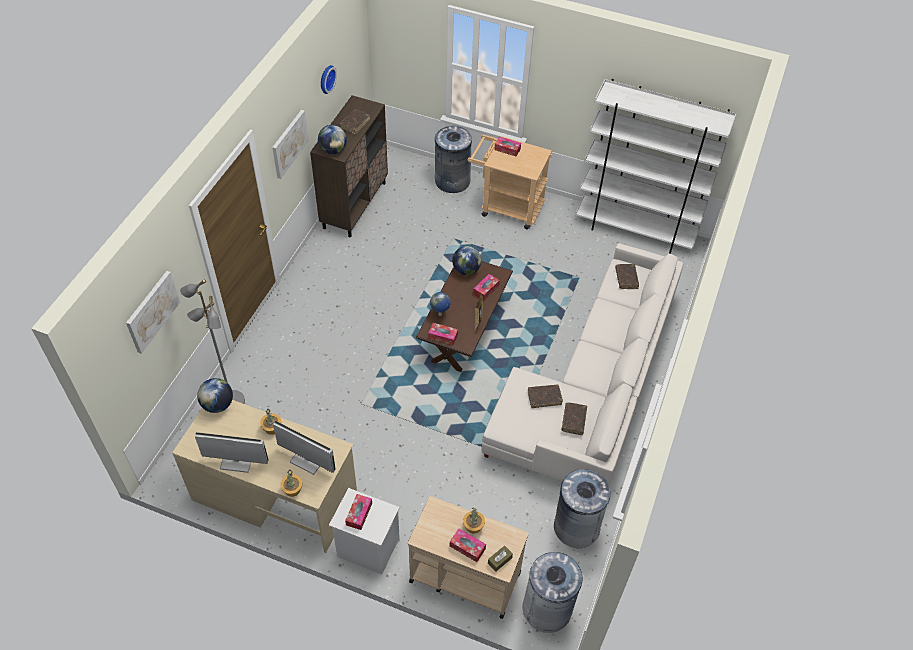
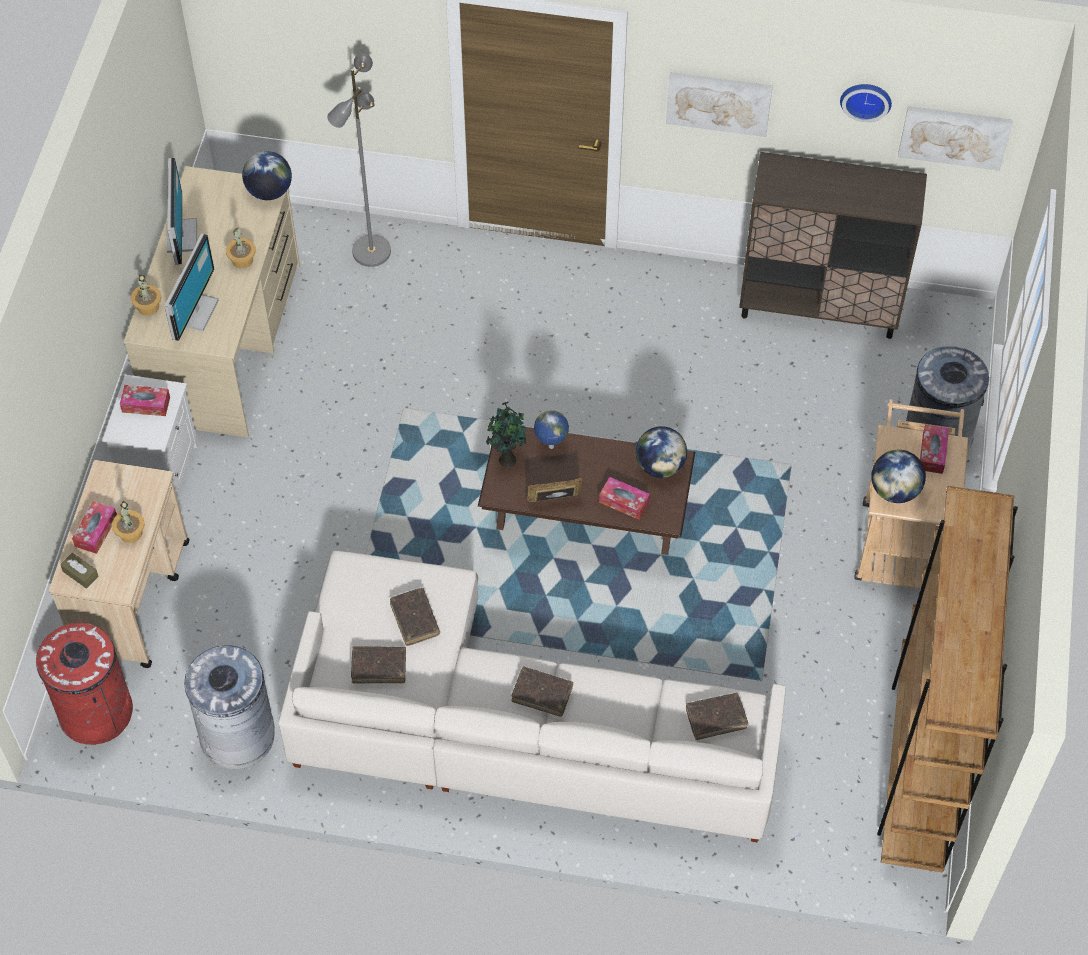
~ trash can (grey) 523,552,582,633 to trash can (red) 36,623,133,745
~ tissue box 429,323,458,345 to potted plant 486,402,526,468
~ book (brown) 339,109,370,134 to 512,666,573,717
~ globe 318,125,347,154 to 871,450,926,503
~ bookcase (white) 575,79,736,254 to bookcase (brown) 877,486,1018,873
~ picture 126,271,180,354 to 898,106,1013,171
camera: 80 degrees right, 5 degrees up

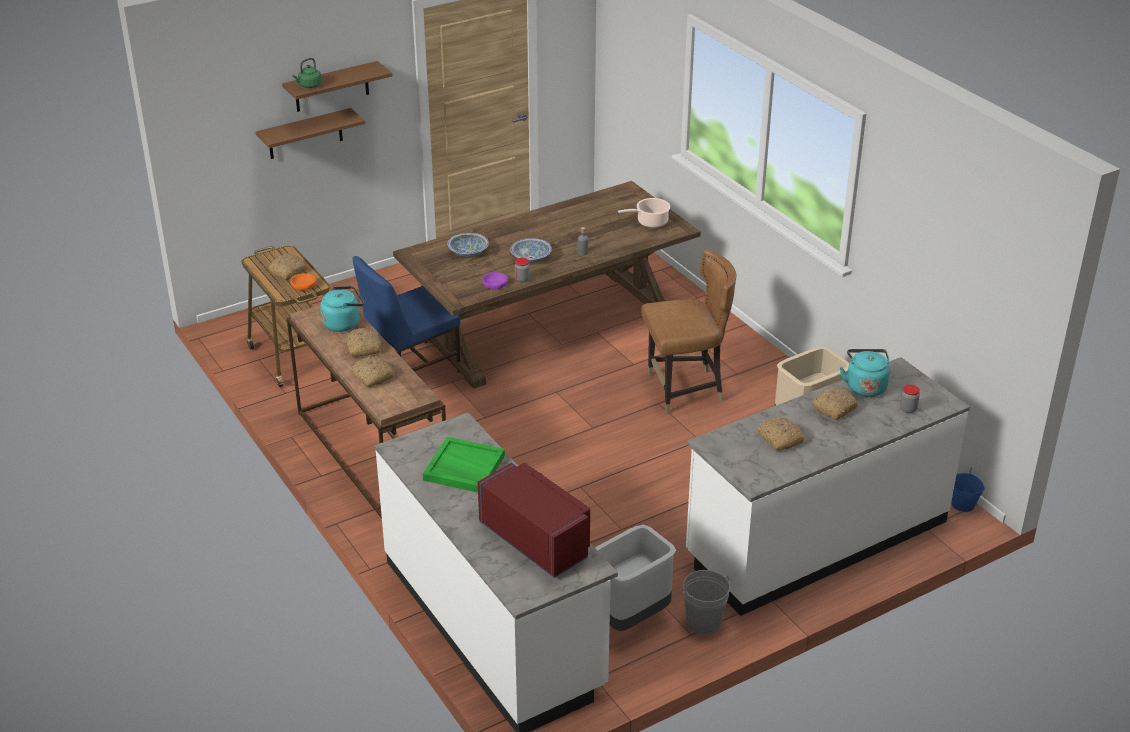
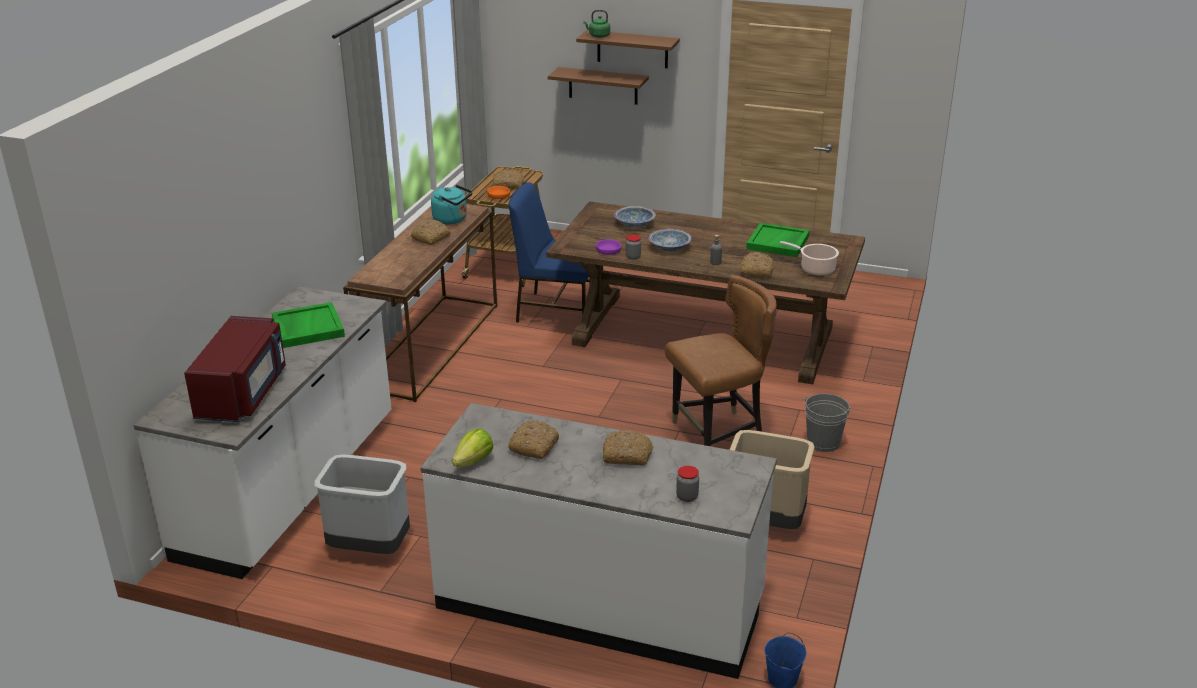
+ lettuce 452,428,493,467
~ chair (brown) 641,249,737,414 = 665,275,777,446 60 degrees counterclockwise
~ bread 351,356,394,387 to 741,252,773,277
+ tray (green) 746,223,810,257
~ bucket (grey) 683,570,732,634 to 803,393,851,452
- kettle (turquoise) 840,349,890,397
camera: 50 degrees right, 5 degrees down

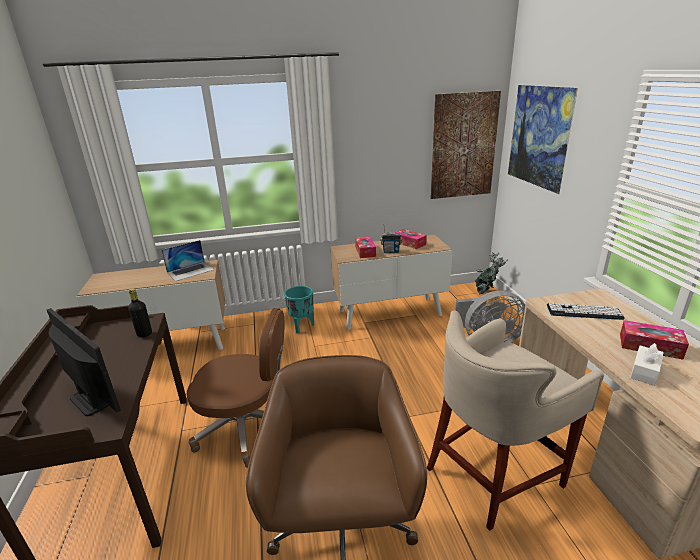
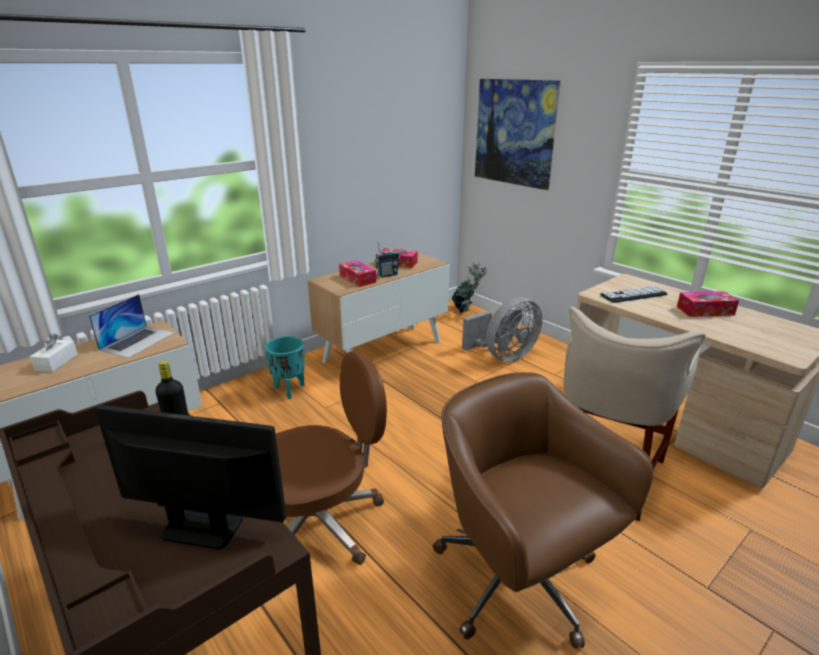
~ tissue box (white) 630,343,664,386 to 30,334,78,372
- picture 431,91,501,199
camera: 30 degrees left, 0 degrees up

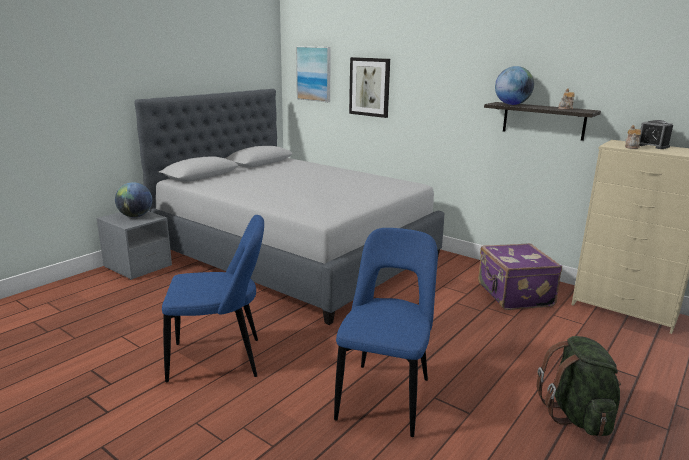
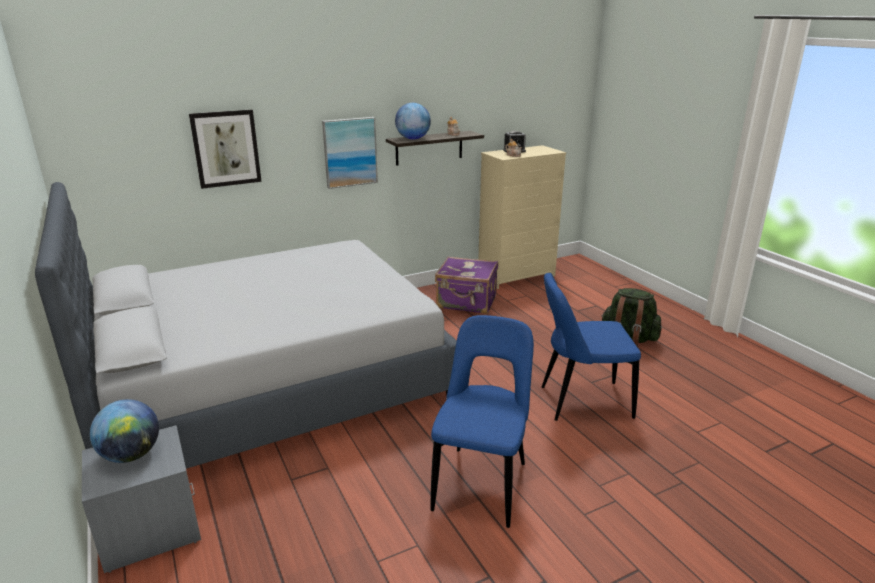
~ picture 296,46,331,102 to 322,117,378,189
~ chair (blue) 334,228,438,437 = 542,273,641,421 45 degrees counterclockwise
camera: 65 degrees left, 5 degrees up

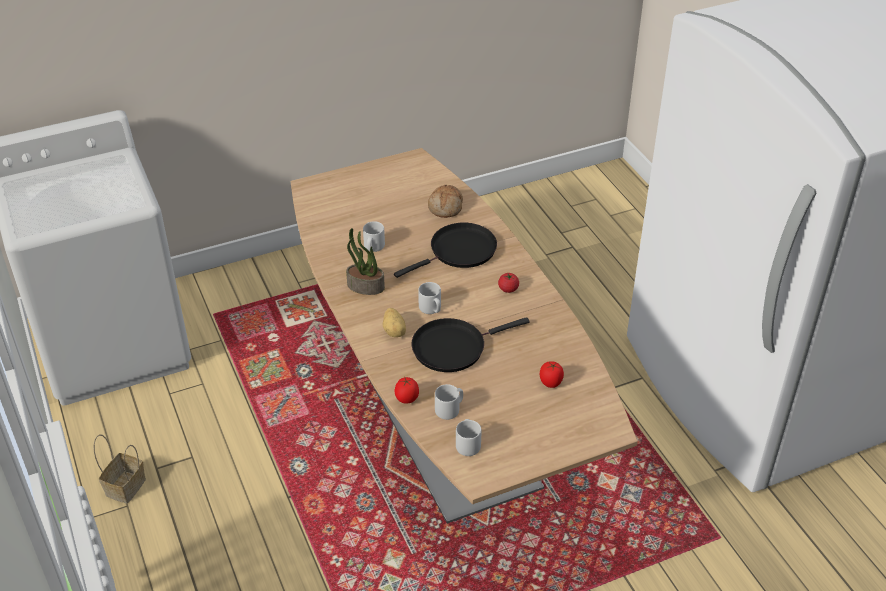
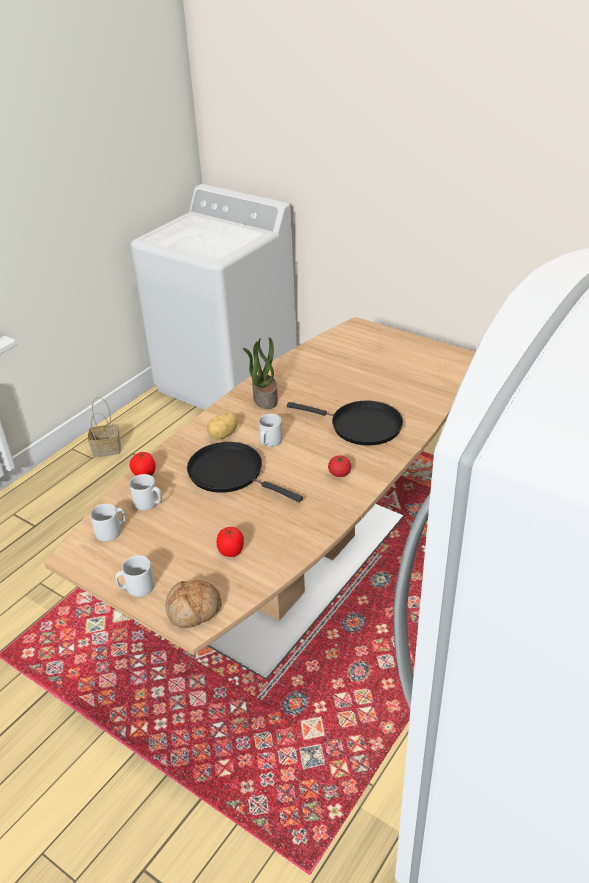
~ mug (grey) 363,221,385,252 to 115,556,155,597
~ bread 428,185,463,218 to 166,580,222,628
camera: 60 degrees right, 5 degrees down

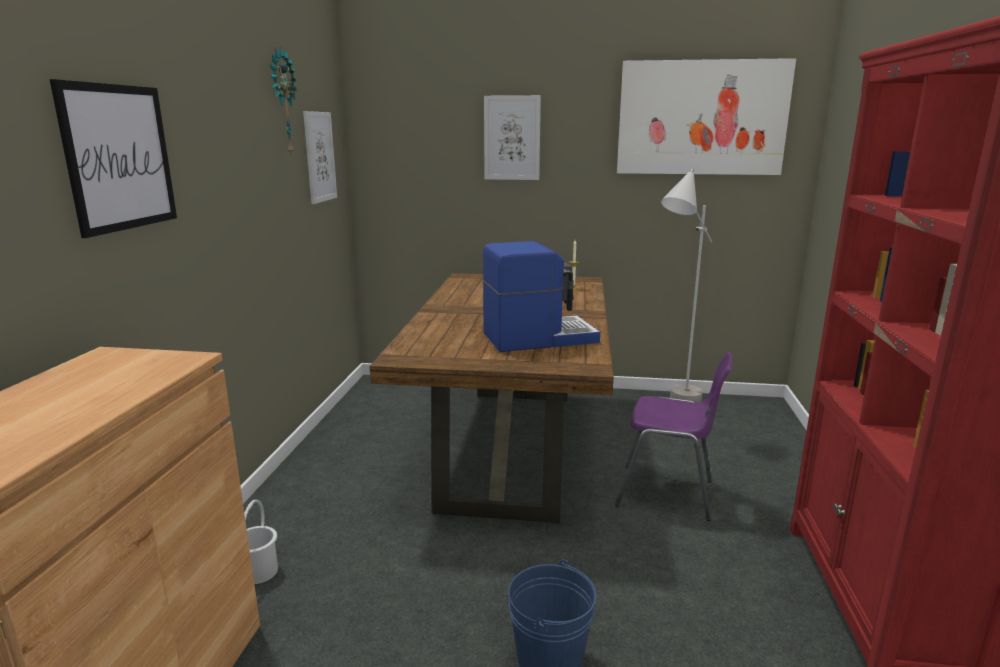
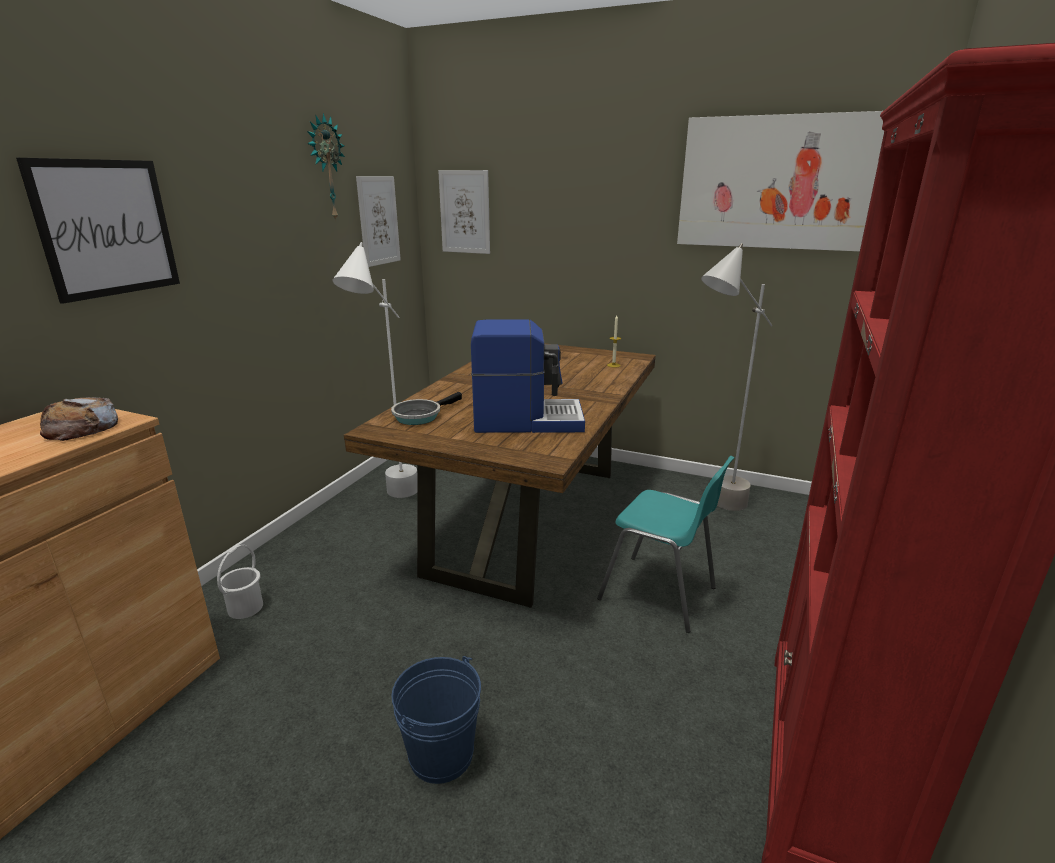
+ bread 40,397,118,441
+ floor lamp (white) 332,242,417,498
+ frying pan 391,392,462,425
~ picture 484,95,541,180 to 438,170,490,254
~ chair (purple) 615,352,732,521 to chair (turquoise) 597,456,735,633
camera: 15 degrees right, 5 degrees up

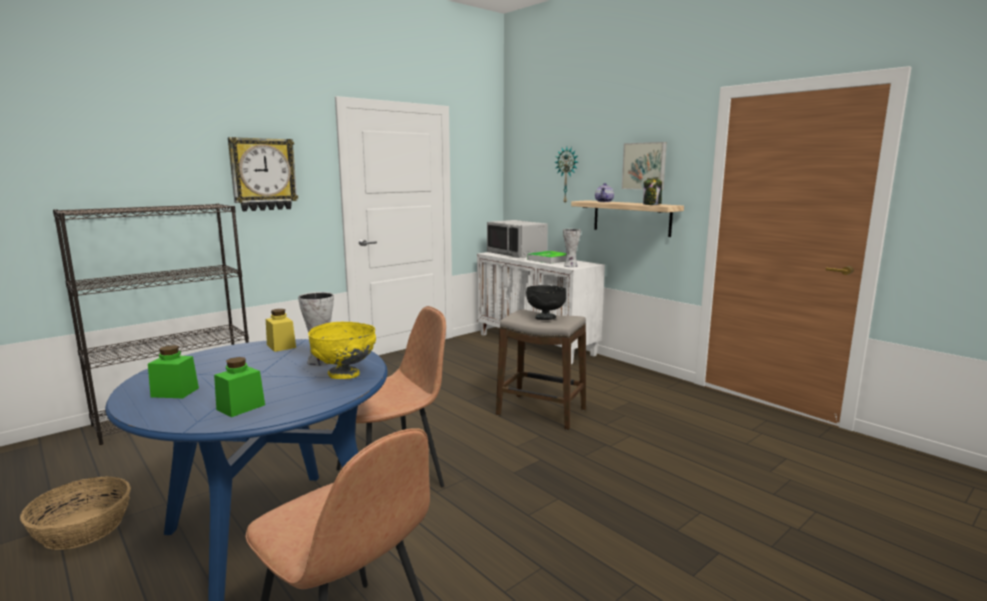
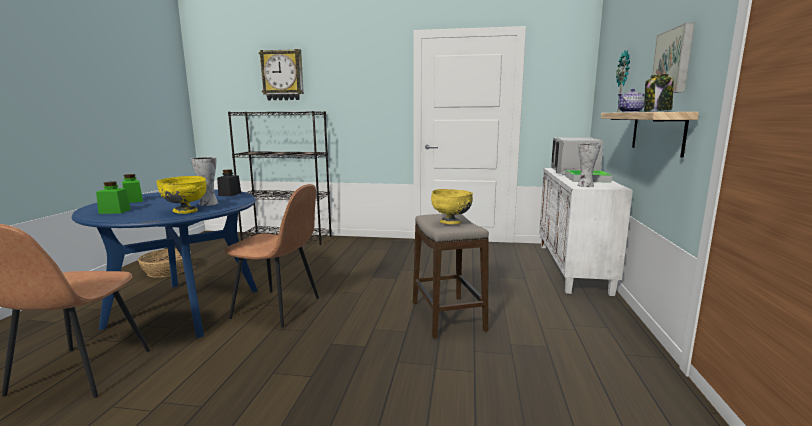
~ jar (yellow) 266,309,296,352 to jar (black) 217,169,241,196
~ wall clock 228,137,298,211 to 259,49,304,100
~ bowl (black) 526,285,566,320 to bowl (yellow) 431,189,473,224
camera: 50 degrees right, 0 degrees up

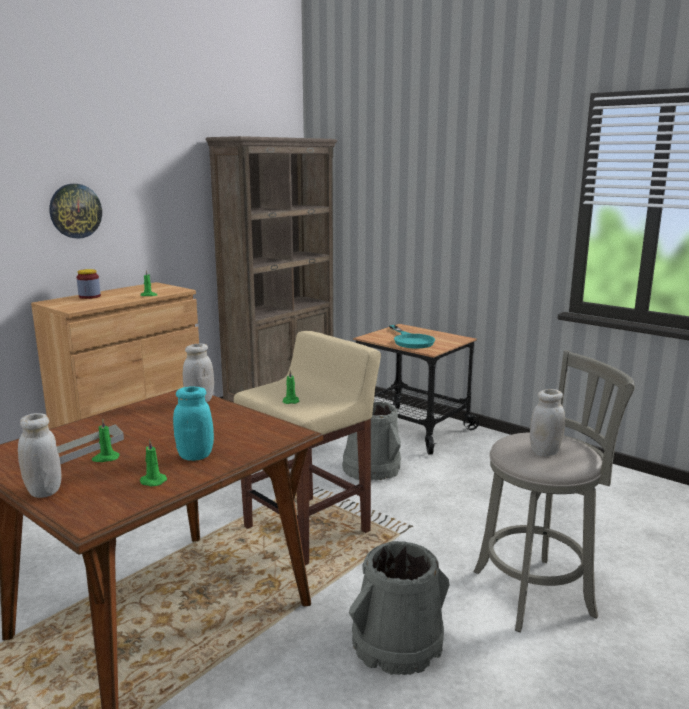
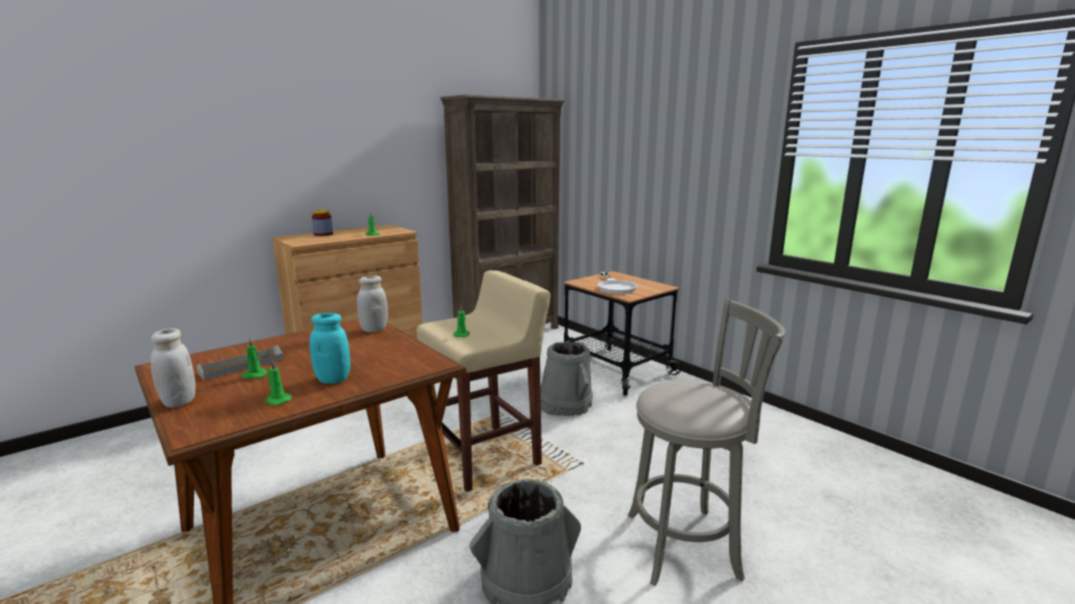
~ frying pan (turquoise) 389,325,435,349 to frying pan (white) 598,272,637,294
- wall clock 49,184,102,239
- jar (white) 530,389,565,456
camera: 10 degrees right, 0 degrees up

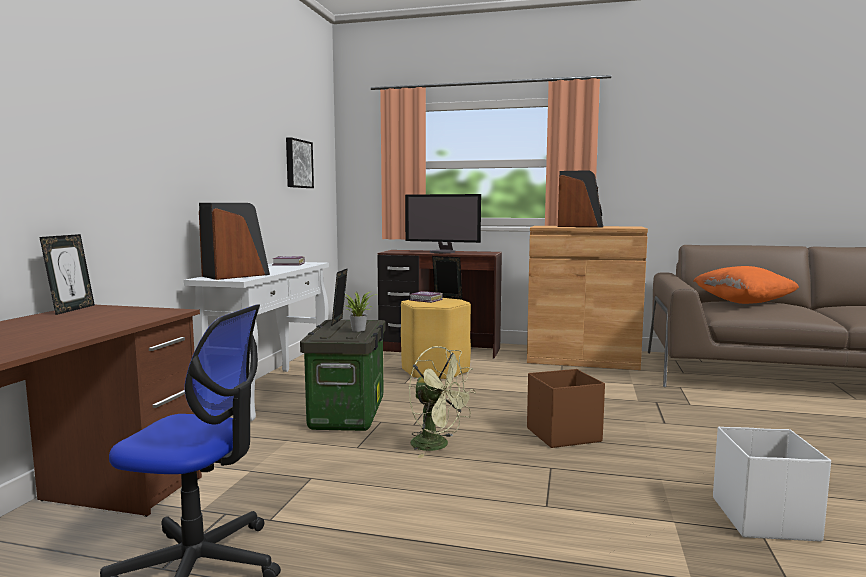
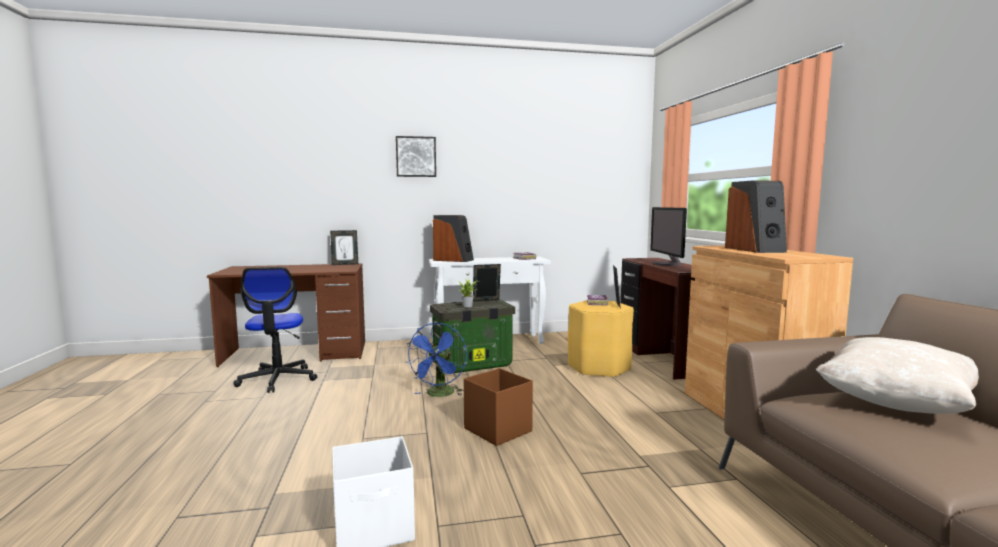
~ picture 286,137,314,188 to 396,136,436,177
~ fan (green) 409,346,476,458 to fan (blue) 406,322,467,397
~ pillow (orange) 693,266,799,304 to pillow (beige) 816,337,979,414
camera: 65 degrees right, 0 degrees up

